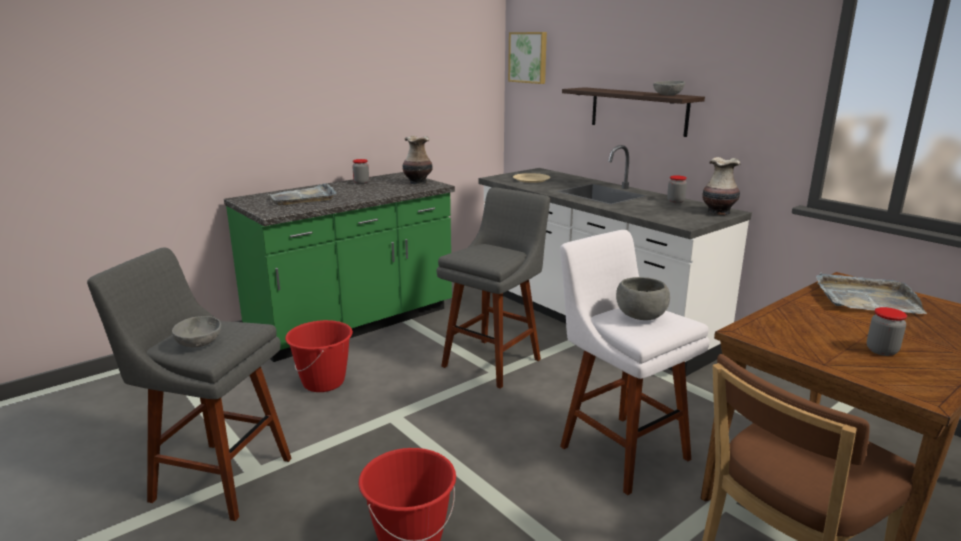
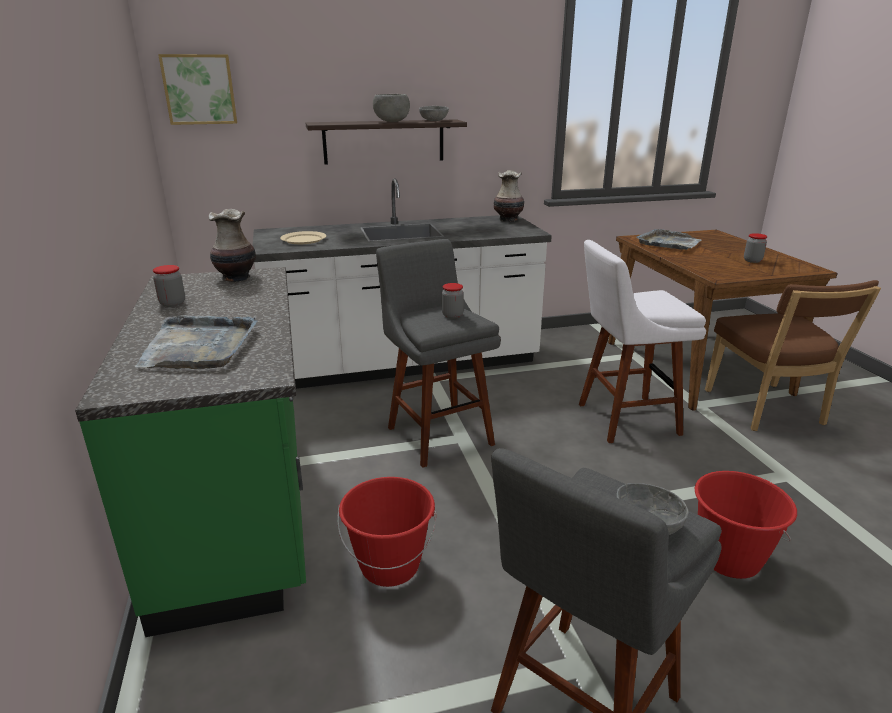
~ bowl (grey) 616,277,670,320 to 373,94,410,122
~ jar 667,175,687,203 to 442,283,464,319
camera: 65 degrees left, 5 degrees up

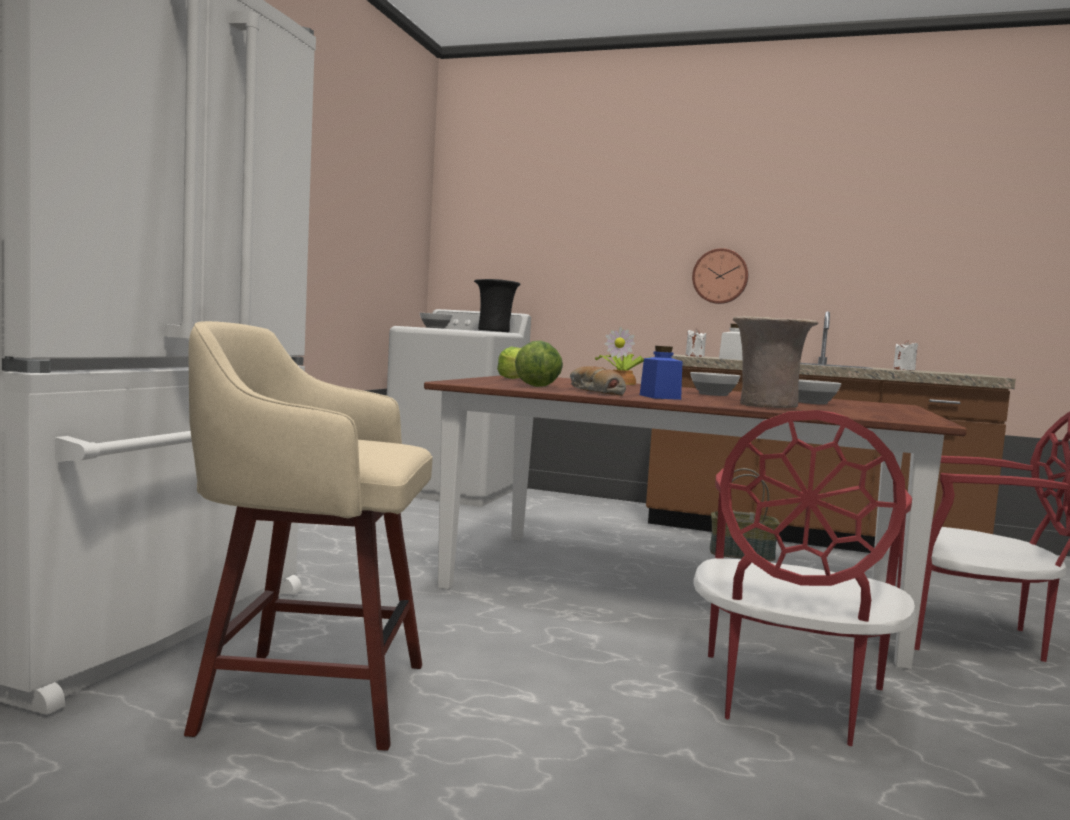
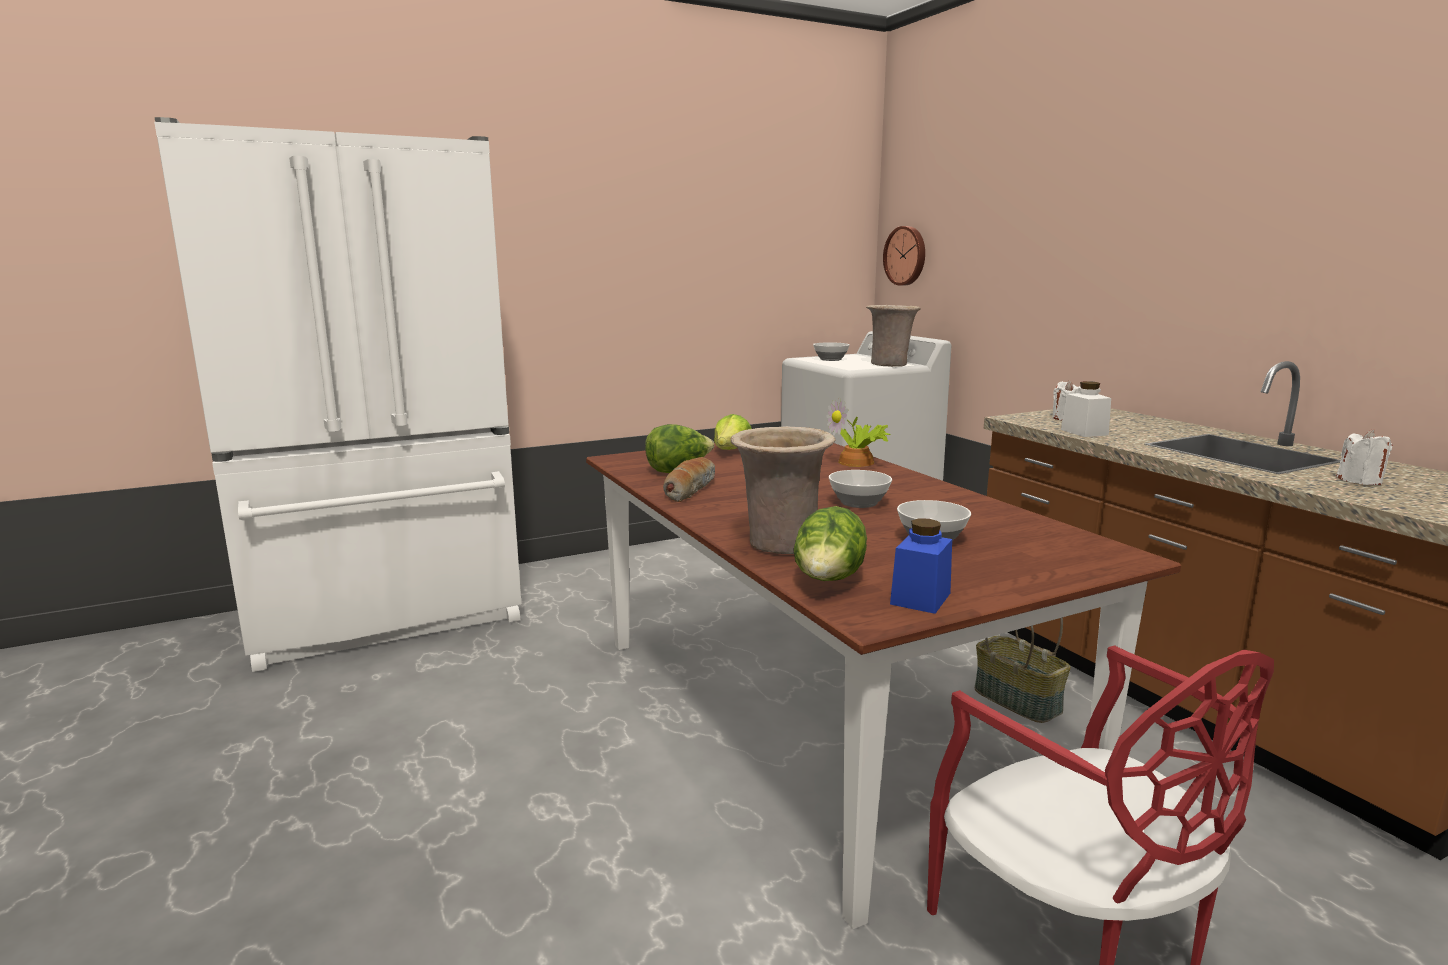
+ lettuce 794,506,867,581
~ vase (black) 474,279,521,332 to vase (beige) 866,305,921,367
~ wall clock 692,248,748,304 to 883,226,925,286
~ jar (blue) 640,346,682,400 to 890,518,952,614
- stool (beige) 184,321,433,751
- chair (red) 694,410,916,746
camera: 45 degrees right, 10 degrees up

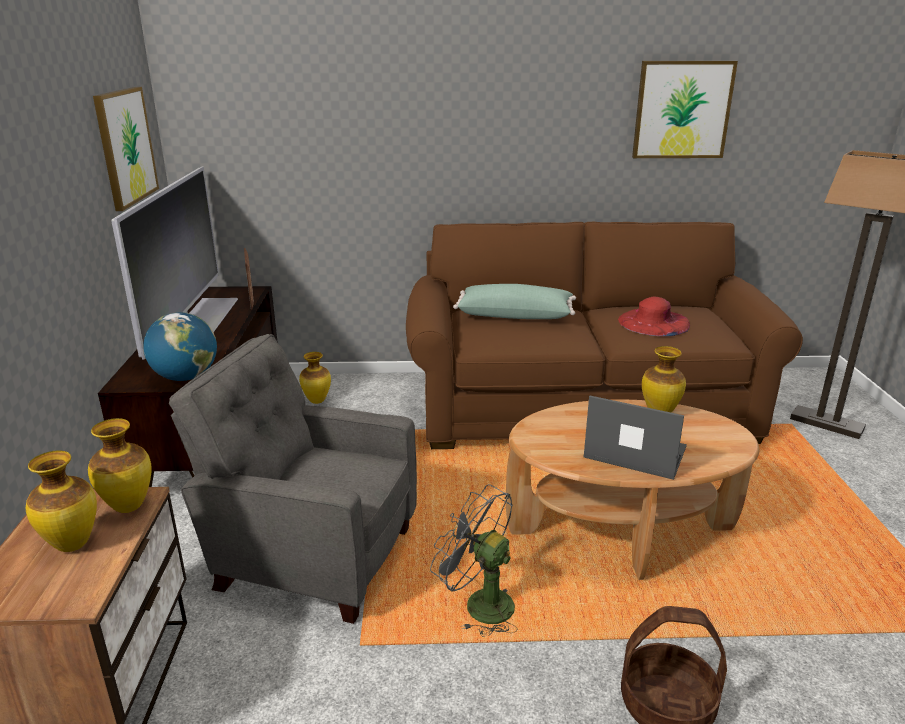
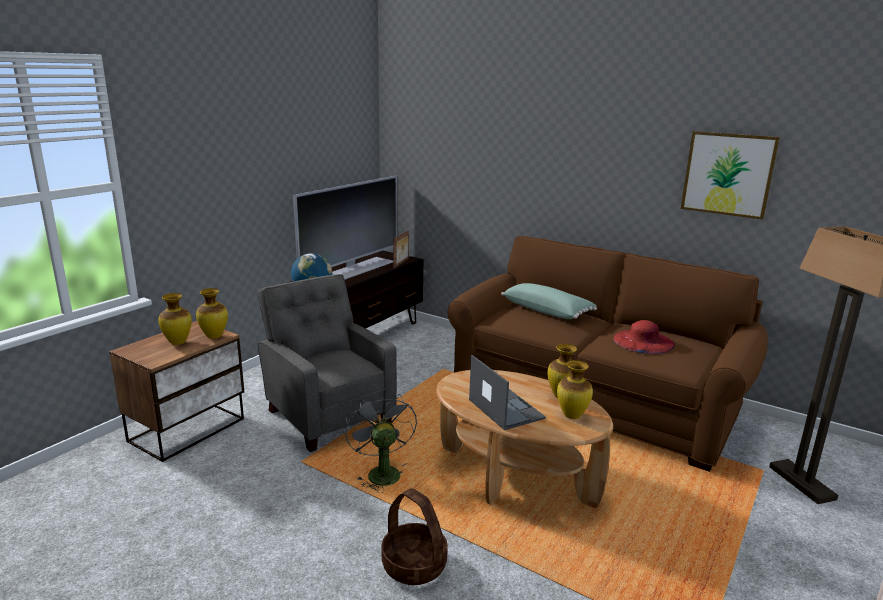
~ vase 299,352,331,404 to 557,360,593,419
- picture 93,87,159,211
camera: 35 degrees right, 5 degrees down

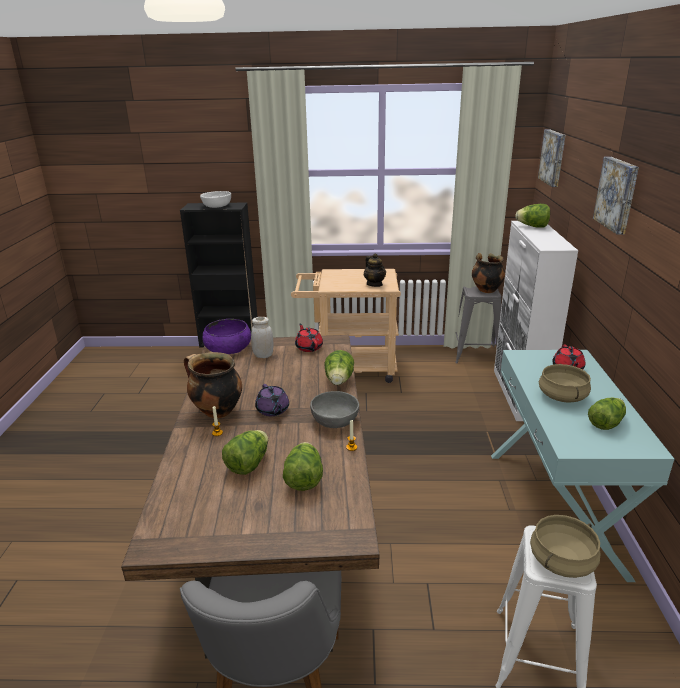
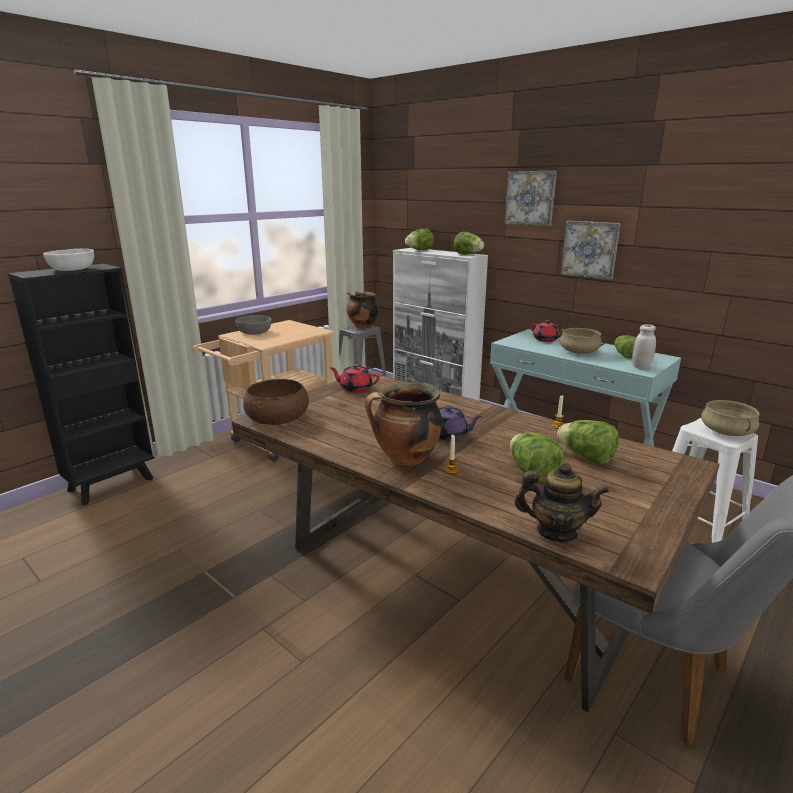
~ bowl (grey) 310,391,359,428 to 235,315,272,335
~ bowl (purple) 203,319,251,354 to bowl (brown) 243,379,309,425
~ lettuce 324,350,354,385 to 454,232,484,255
~ teapot 364,253,386,287 to 514,462,609,542
~ picture 538,130,565,187 to 561,221,621,280
~ jar (white) 251,317,273,358 to 632,324,656,369
camera: 50 degrees left, 5 degrees down

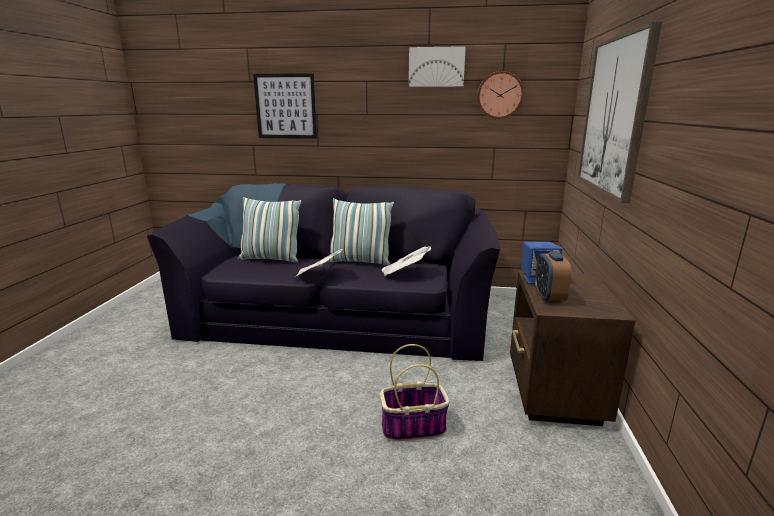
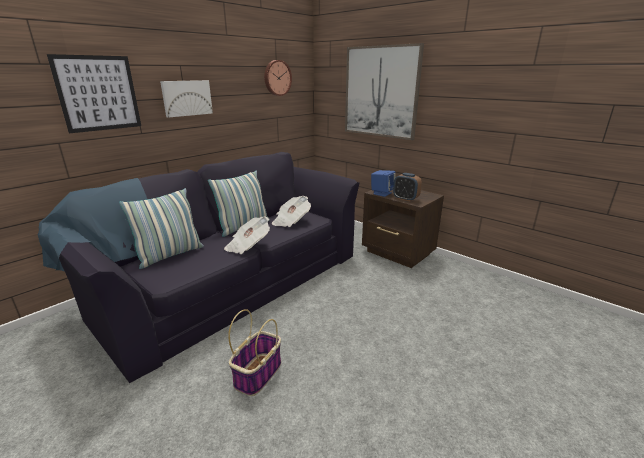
~ picture 409,46,466,87 to 160,80,213,118
~ basket 380,344,450,441 to 228,309,281,396
camera: 55 degrees left, 5 degrees up

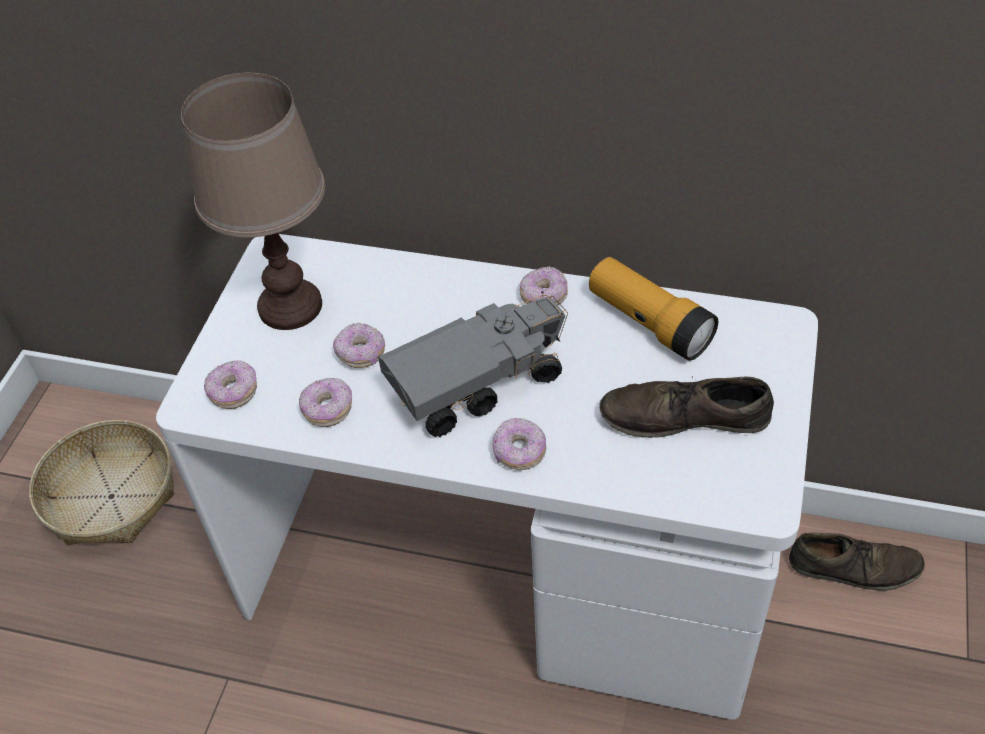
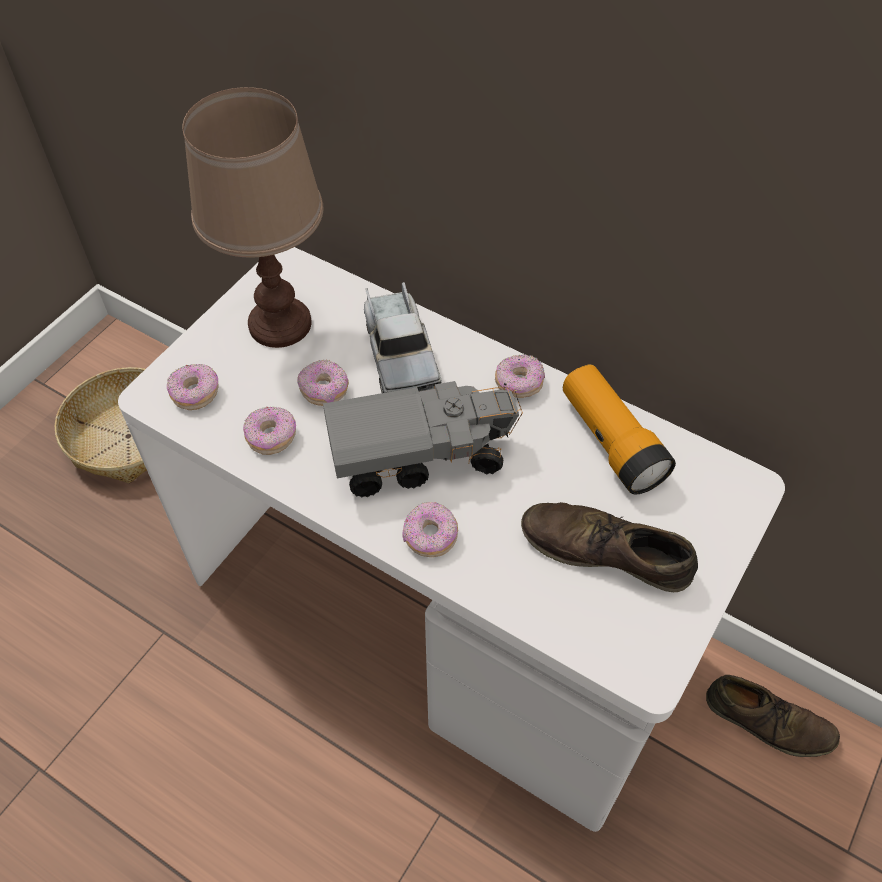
+ toy truck 364,282,442,393
camera: 15 degrees right, 5 degrees up

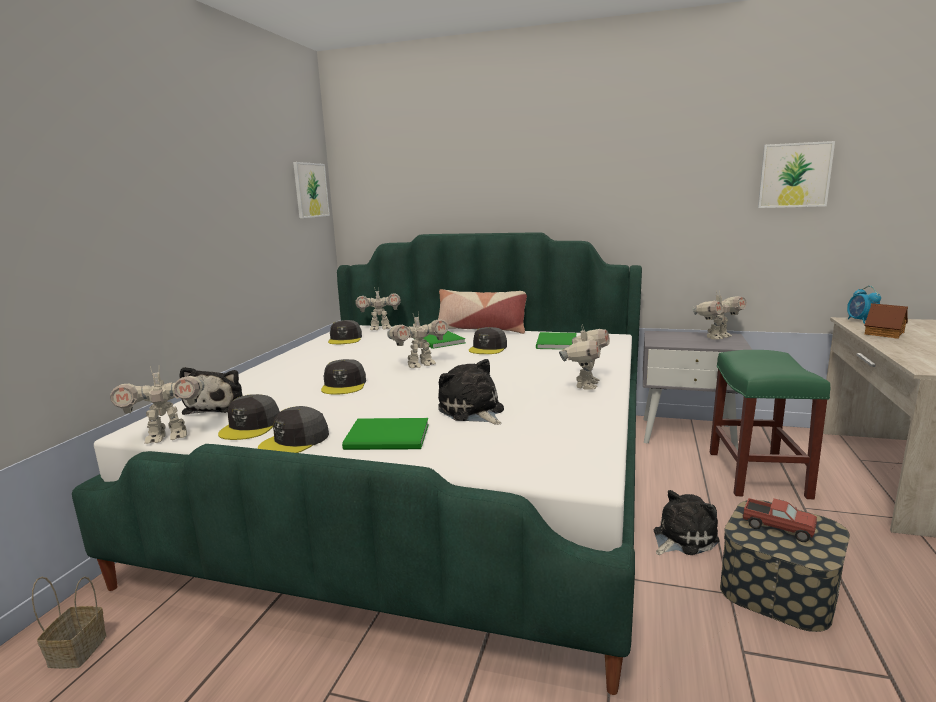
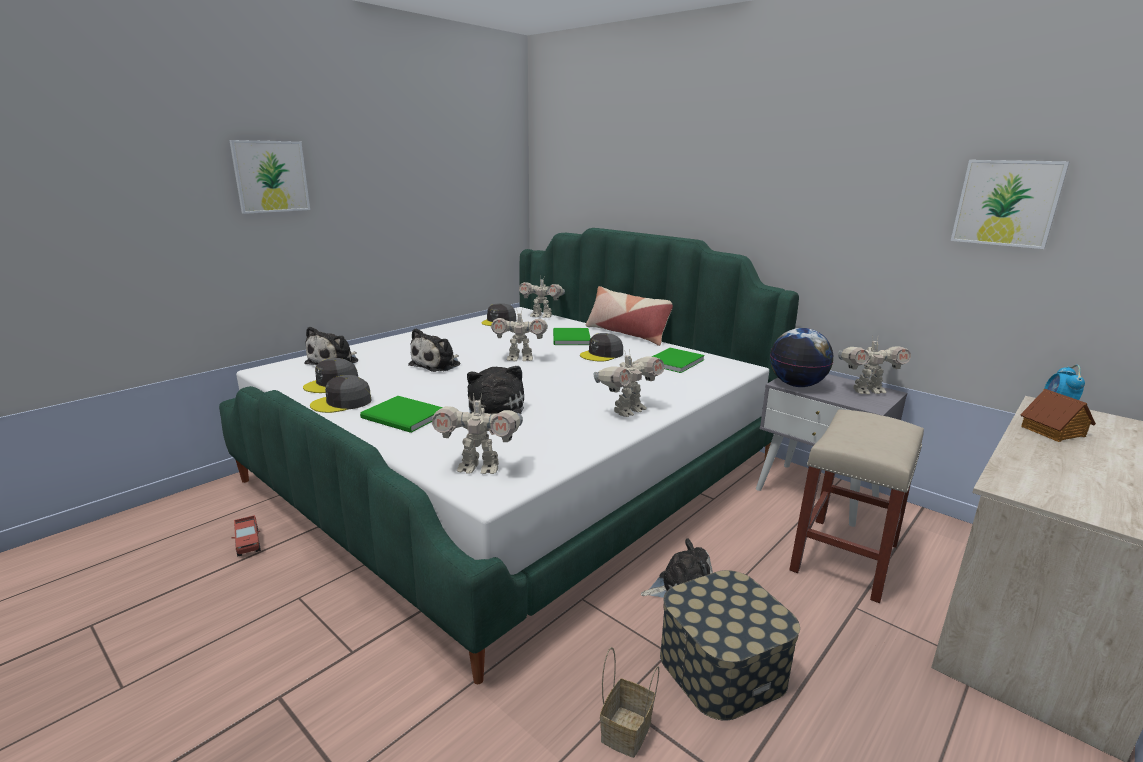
~ picture 293,162,330,218 to 229,140,310,214
~ toy truck 743,498,817,542 to 231,515,261,557
~ cap (grey) 321,359,366,395 to plush toy 408,328,460,372
~ toy robot 110,366,204,444 to 432,393,523,474
~ basket 32,576,107,669 to 600,647,659,758
+ globe 770,328,833,387
~ stool (green) 710,350,830,499 to stool (beige) 789,409,924,603
camera: 25 degrees right, 5 degrees up

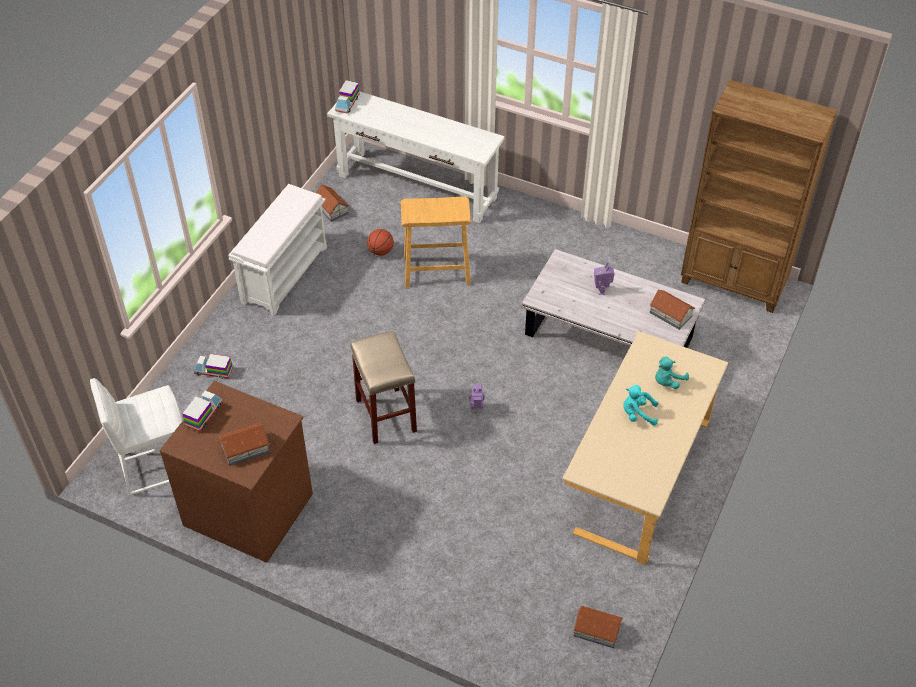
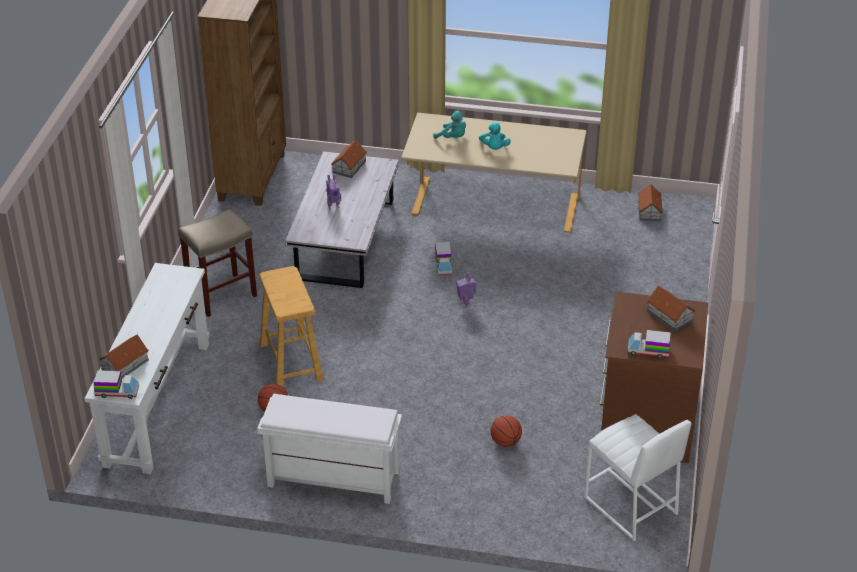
~ toy house 316,184,349,222 to 99,335,149,378
~ stool (beige) 350,331,417,444 to 178,208,257,317
~ toy truck 194,354,233,379 to 435,242,452,275
+ basketball 491,415,522,447
camera: 105 degrees left, 10 degrees down

